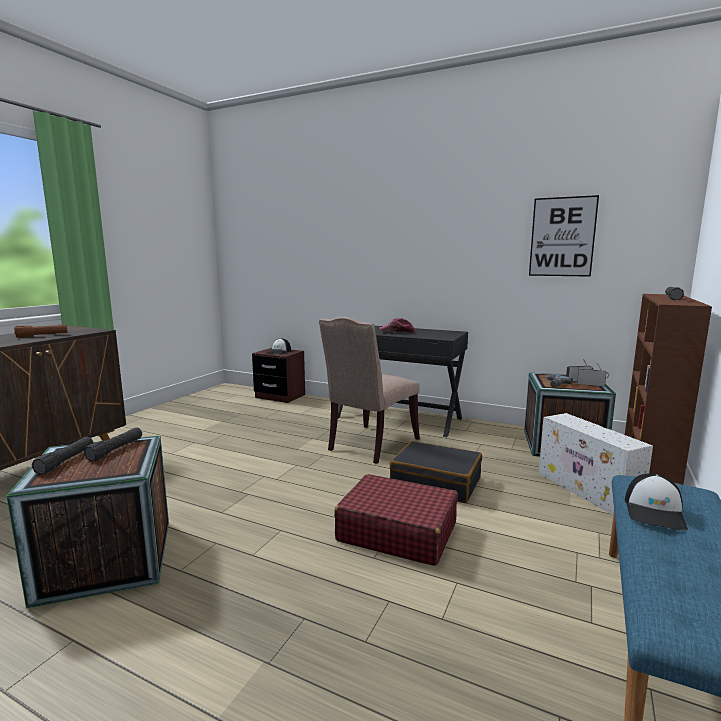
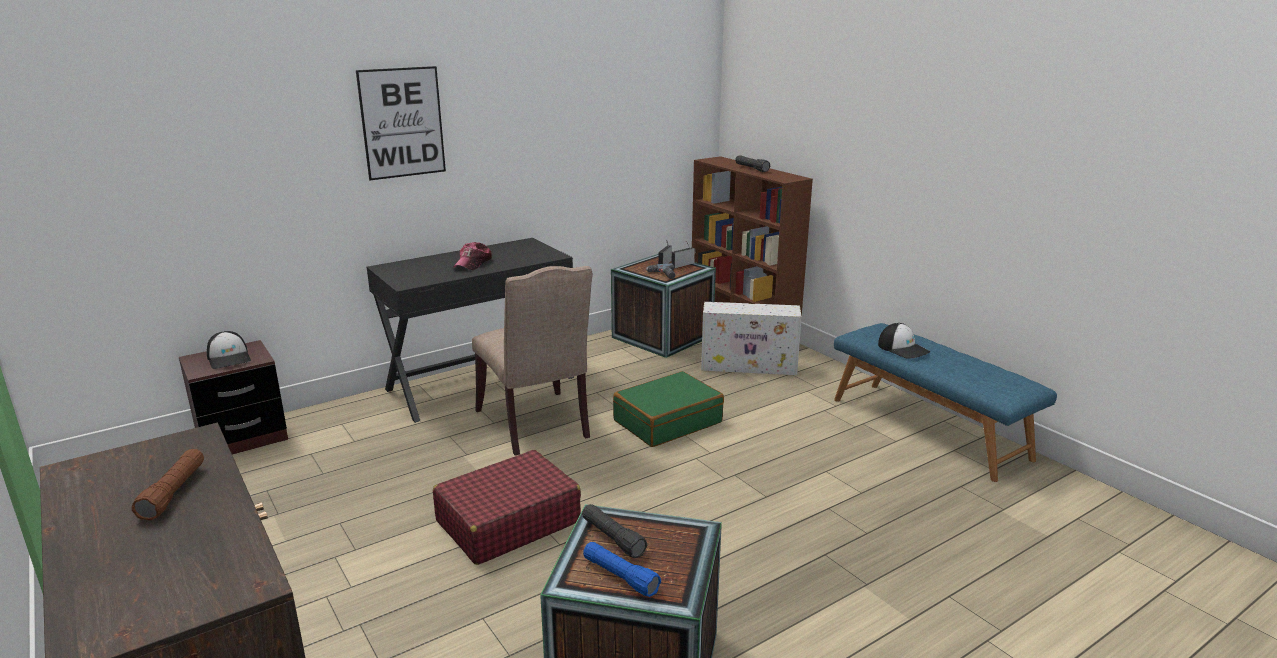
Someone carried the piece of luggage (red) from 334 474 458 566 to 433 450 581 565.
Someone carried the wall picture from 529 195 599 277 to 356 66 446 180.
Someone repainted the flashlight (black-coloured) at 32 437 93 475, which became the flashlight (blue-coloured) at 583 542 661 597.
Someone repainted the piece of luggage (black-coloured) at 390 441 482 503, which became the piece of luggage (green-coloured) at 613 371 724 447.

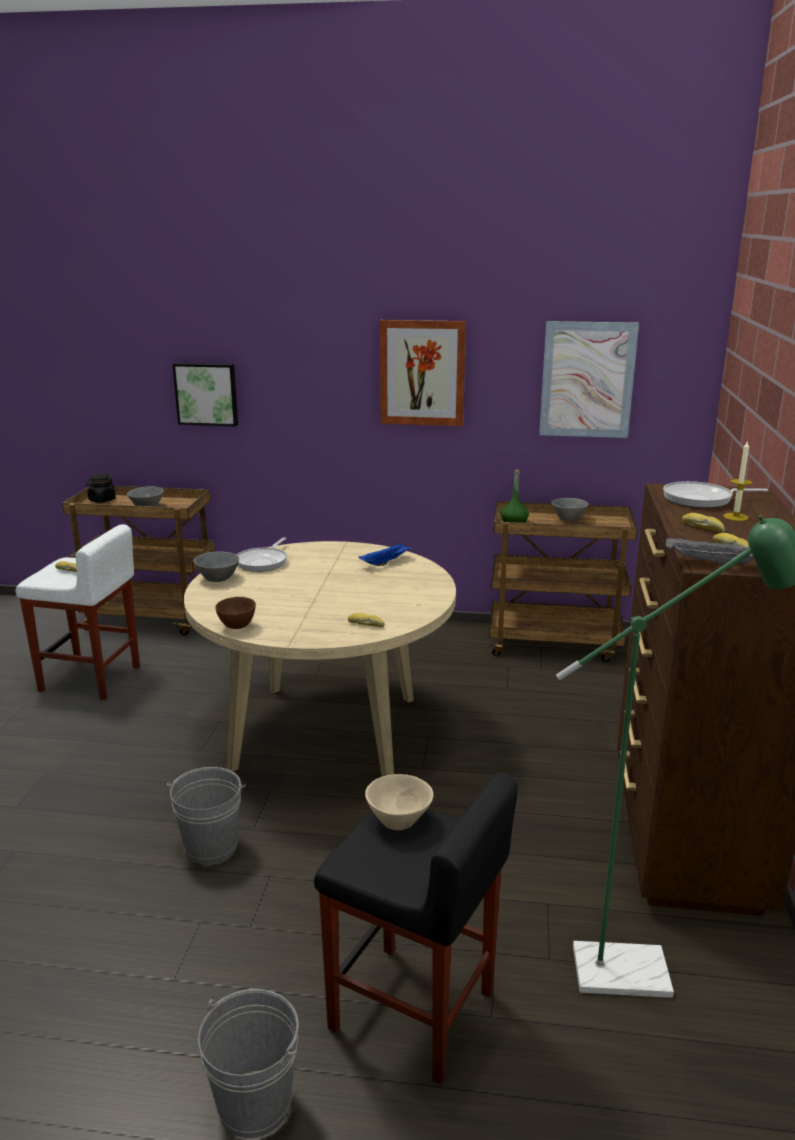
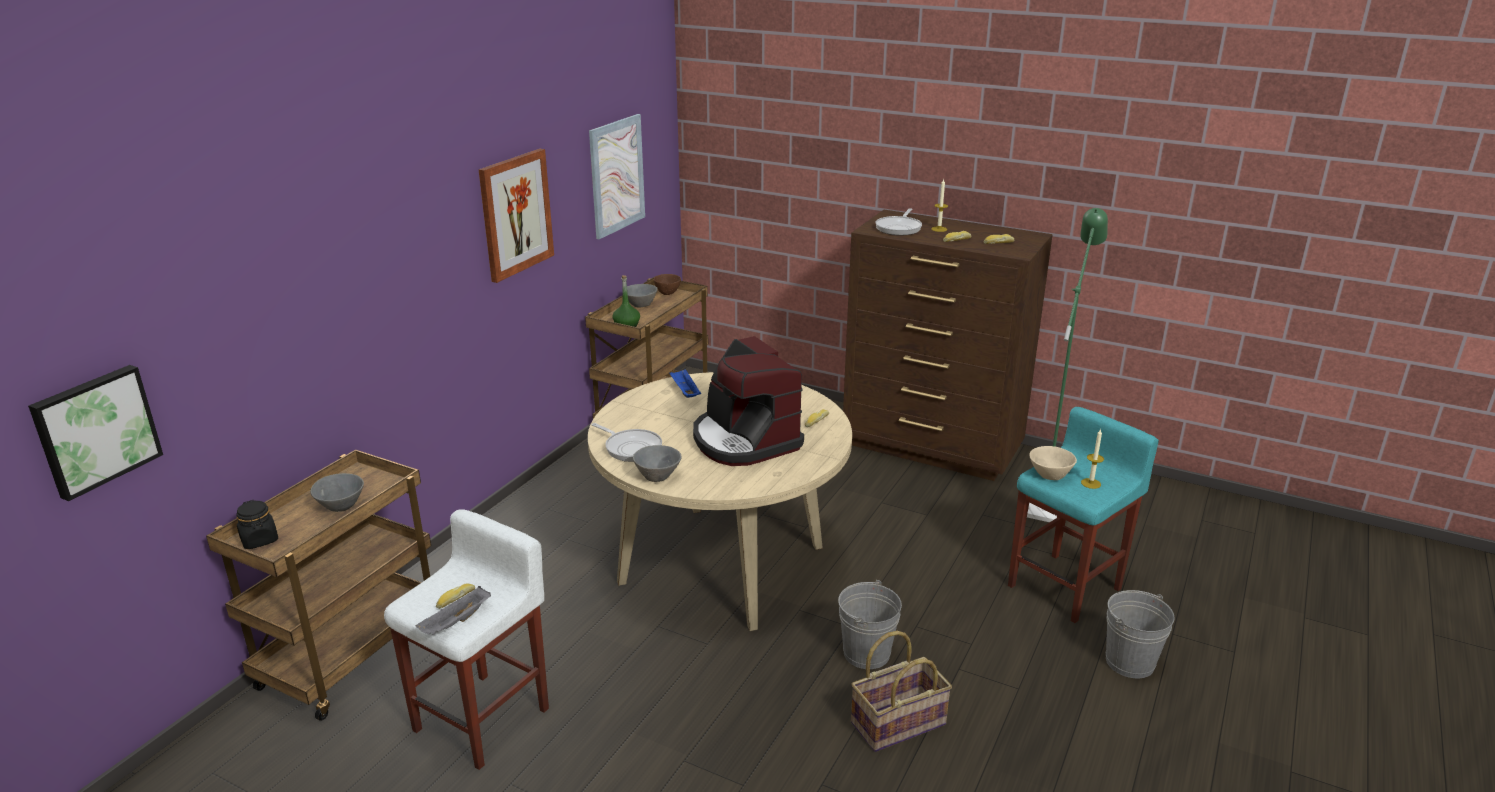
Someone put down the coffee brewer at 693 336 804 466.
Someone put down the basket at 851 631 952 752.
Someone put down the wax candle at 1081 429 1104 489.
Someone carried the wall picture from 172 363 238 427 to 28 365 163 501.
Someone carried the serving bowl (brown-coloured) from 215 597 256 629 to 654 274 681 295.
Someone carried the carrying tray (grey) from 666 537 753 567 to 416 586 491 635.
Someone repainted the sitting stool (black-coloured) at 314 772 518 1085, which became the sitting stool (turquoise) at 1008 407 1159 623.

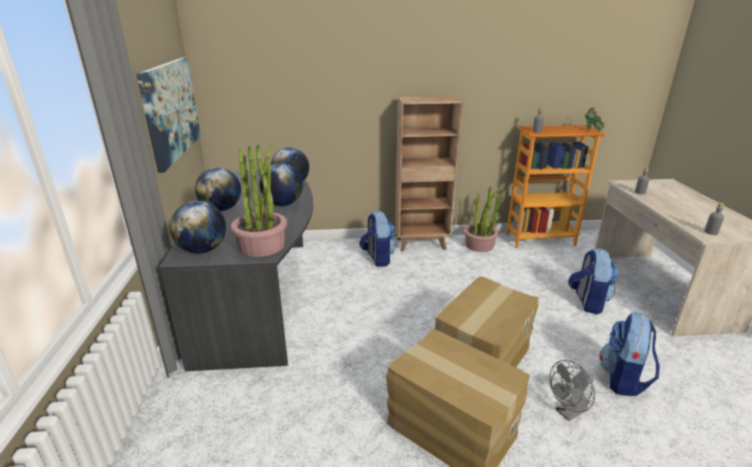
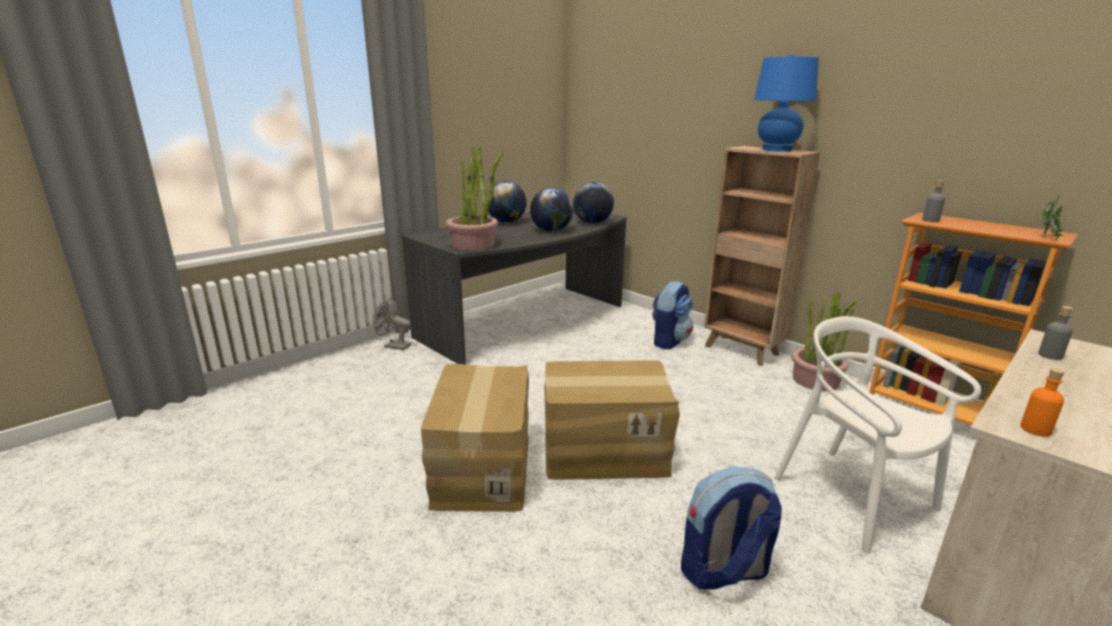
Someone took away the wall picture at 136 57 201 173.
Someone took away the desk globe at 170 201 226 253.
Someone put down the tabletop lamp (blue-coloured) at 754 54 819 152.
Someone carried the cooling fan (grey) from 550 360 595 421 to 373 298 411 350.
Someone swapped the backpack at 568 248 618 314 for the upright chair (white-coloured) at 775 316 981 553.
Someone repainted the drink bottle (grey) at 704 203 724 235, which became the drink bottle (orange) at 1020 368 1065 437.

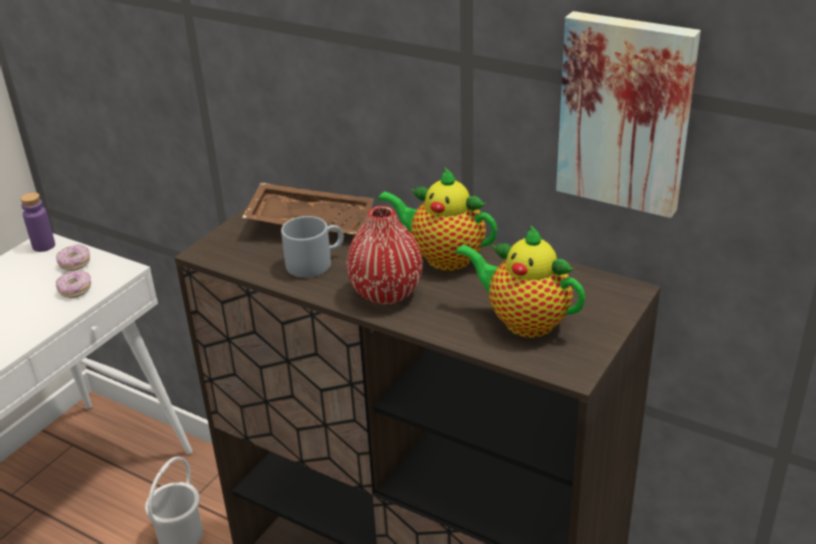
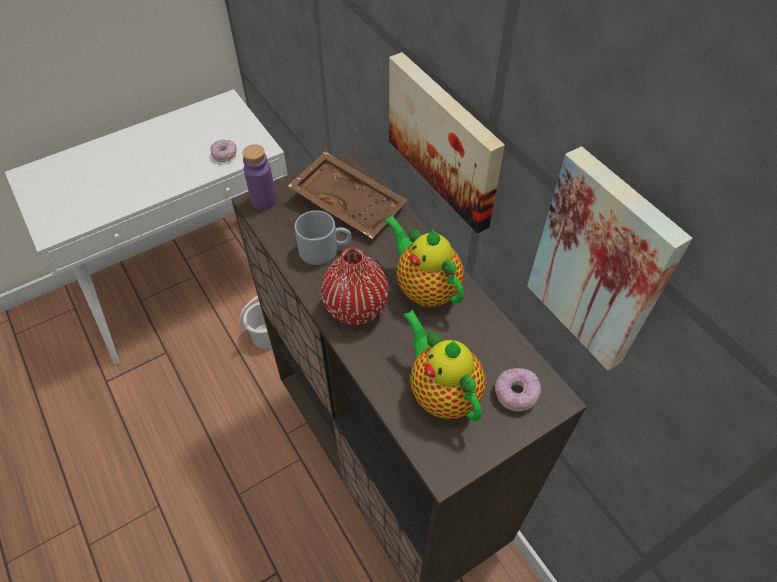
Someone put up the wall picture at 389 52 505 233.
Someone carried the drink bottle (purplish) from 20 192 55 252 to 242 144 276 210.
Someone carried the ring doughnut from 56 244 90 271 to 495 368 541 411.

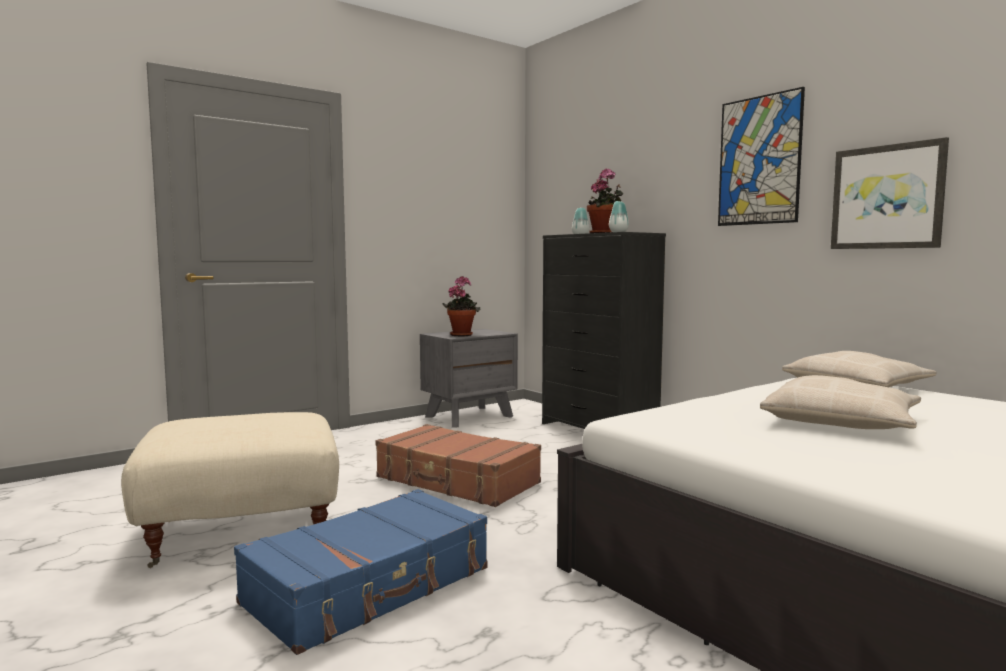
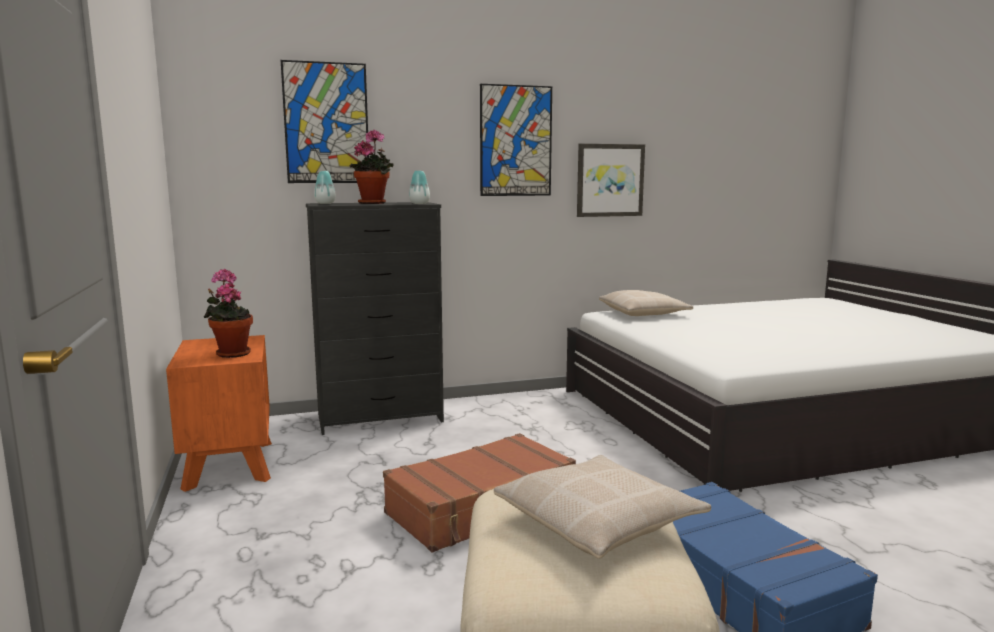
Someone put up the wall picture at 281 60 369 183.
Someone carried the cushion (sand-coloured) from 760 375 921 429 to 494 455 711 559.
Someone repainted the bedside table (grey) at 420 329 518 427, which became the bedside table (orange) at 166 335 272 492.

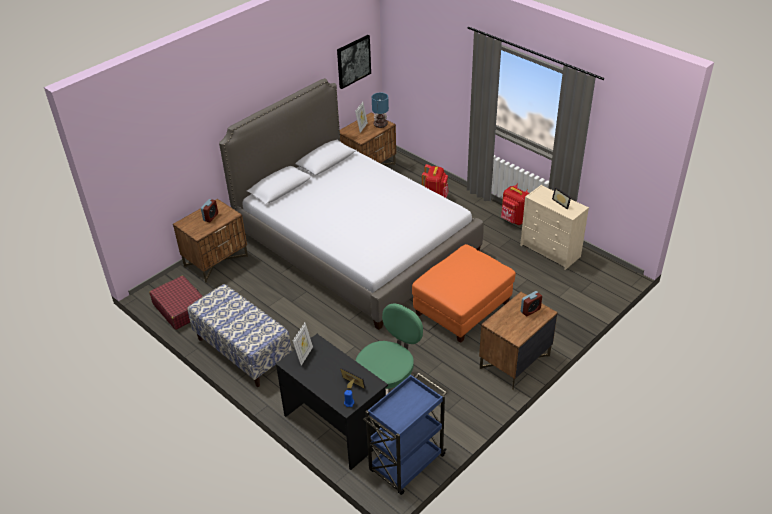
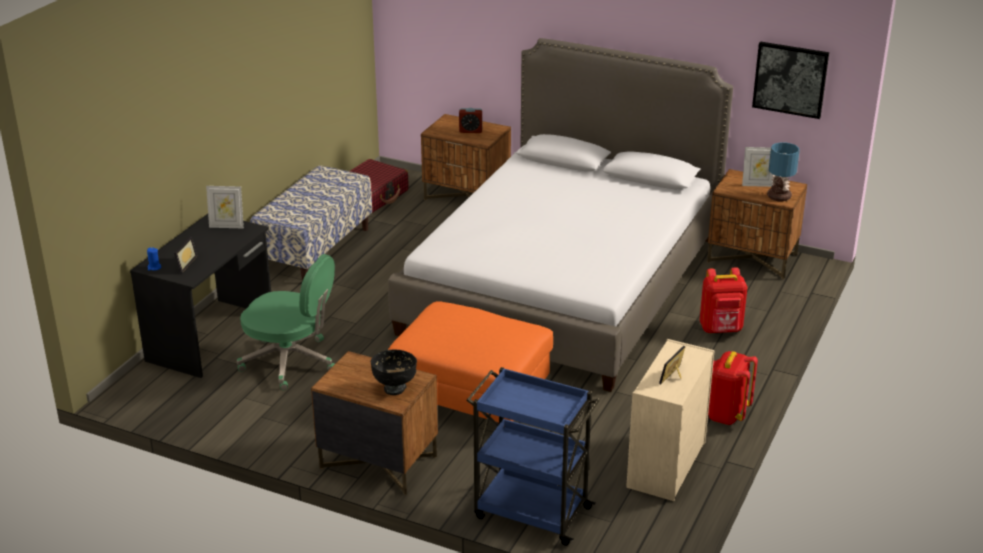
Someone carried the cart (blue-coloured) from 363 373 447 495 to 466 367 600 546.
Someone swapped the table clock at 521 291 542 316 for the serving bowl (black-coloured) at 371 349 417 395.

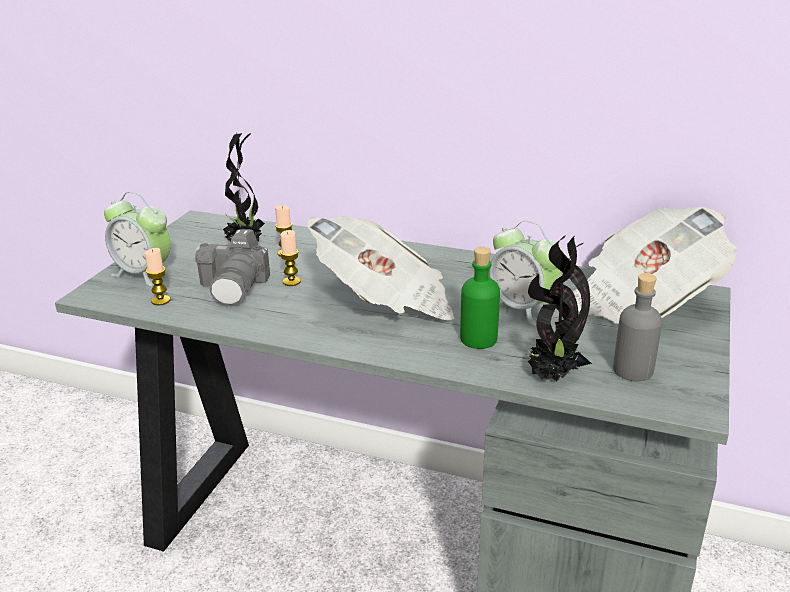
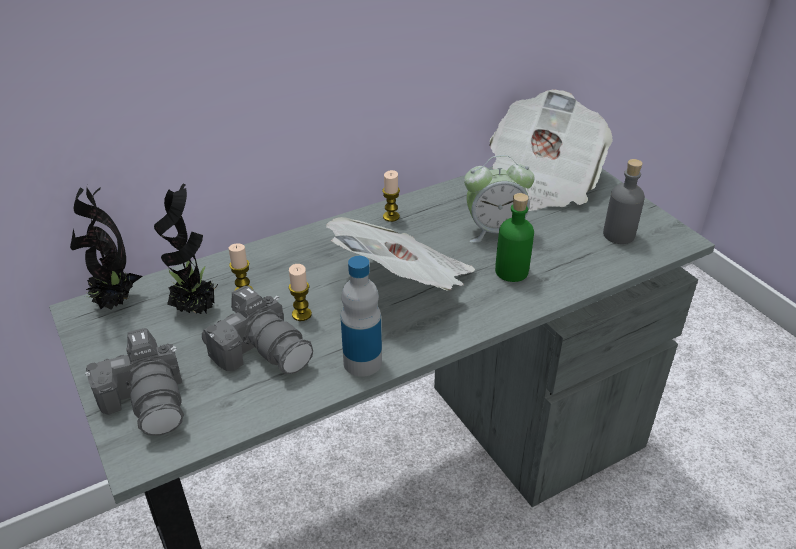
Someone put down the drink bottle at 341 256 382 377.
Someone carried the wax candle from 145 248 170 305 to 382 170 400 222.
Someone carried the plant in a pot from 528 235 592 381 to 70 187 143 310.
Someone swapped the table clock at 104 192 171 287 for the still camera at 85 328 184 436.

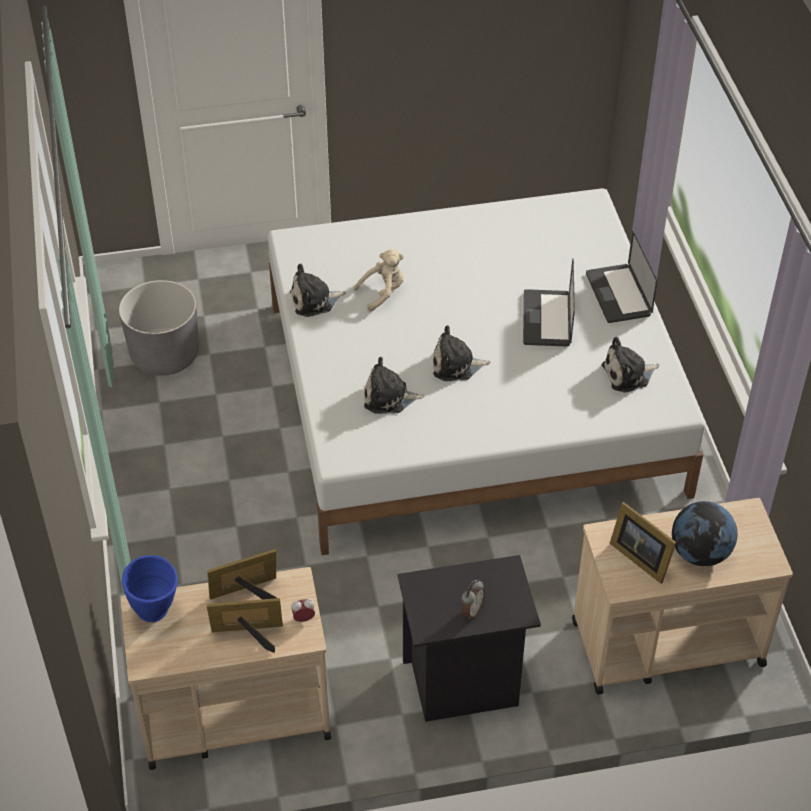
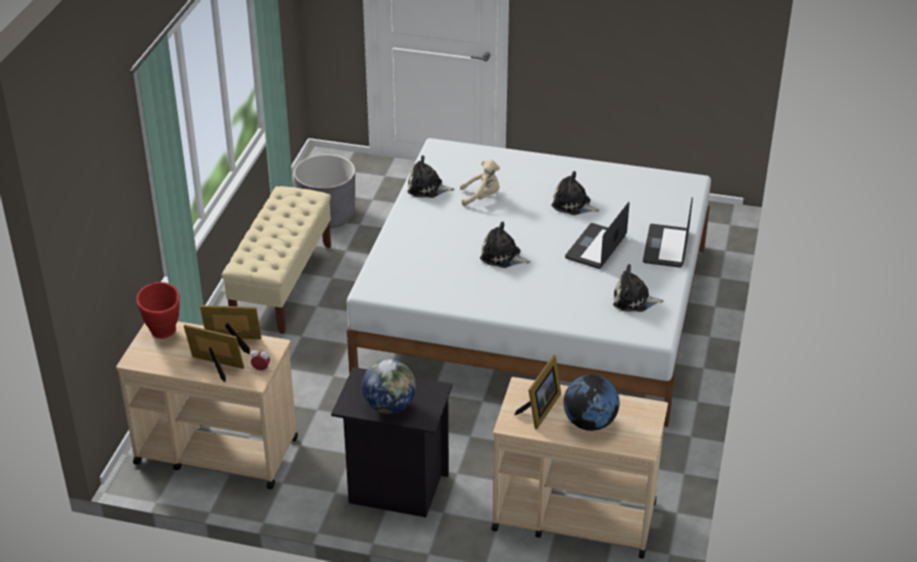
Someone put down the long seat (sand-coloured) at 222 186 331 334.
Someone carried the soft toy from 364 357 424 414 to 551 171 600 215.
Someone swapped the table clock at 462 580 485 619 for the desk globe at 362 359 416 414.
Someone repainted the decorative vase (blue-coloured) at 122 555 178 622, which became the decorative vase (red) at 136 282 180 339.
Someone rotated the standing frame at 610 502 676 584 by 135 degrees counterclockwise.

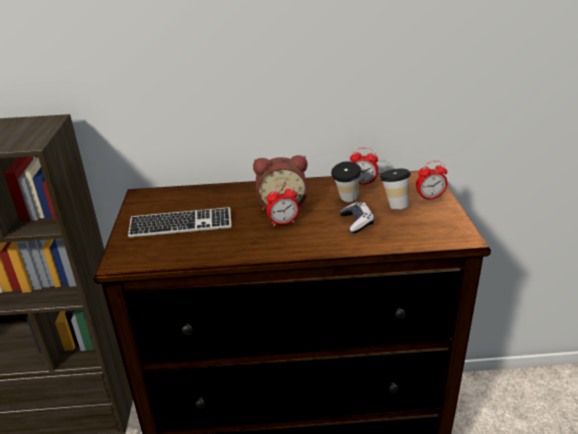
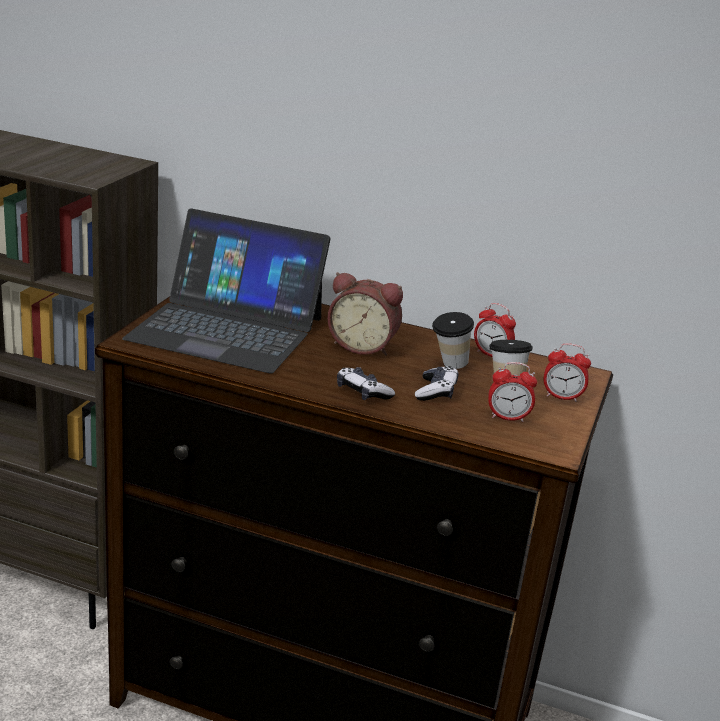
Someone put down the joypad at 337 367 395 400.
Someone carried the table clock from 266 184 299 226 to 488 362 537 422.
Someone swapped the PC keyboard at 128 207 232 237 for the laptop at 122 208 331 373.

